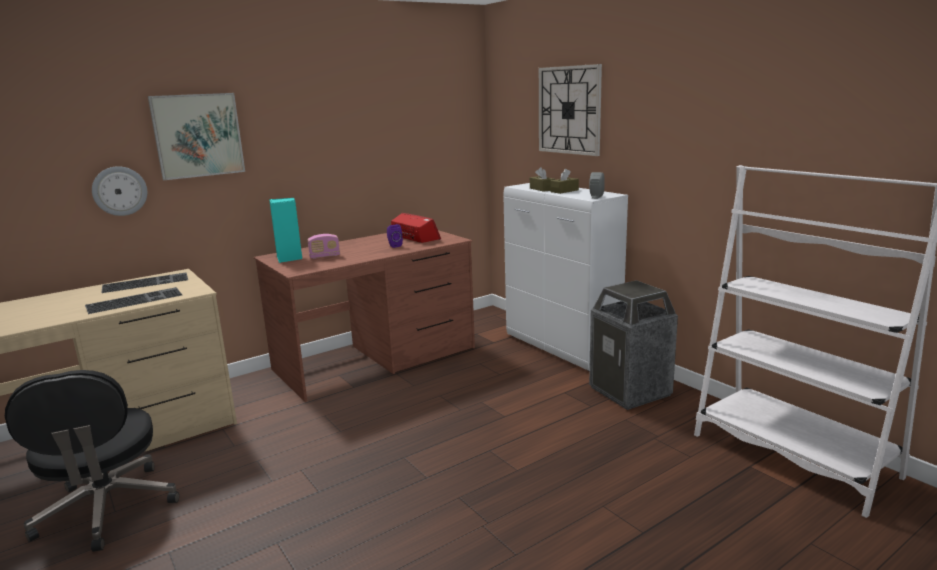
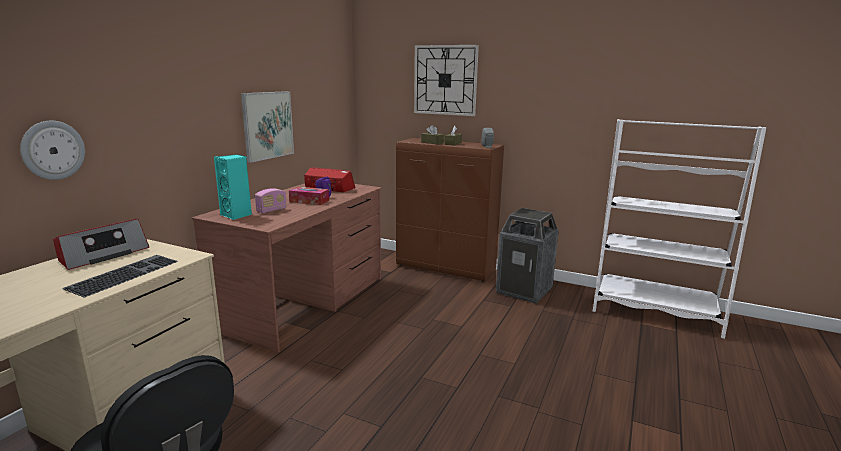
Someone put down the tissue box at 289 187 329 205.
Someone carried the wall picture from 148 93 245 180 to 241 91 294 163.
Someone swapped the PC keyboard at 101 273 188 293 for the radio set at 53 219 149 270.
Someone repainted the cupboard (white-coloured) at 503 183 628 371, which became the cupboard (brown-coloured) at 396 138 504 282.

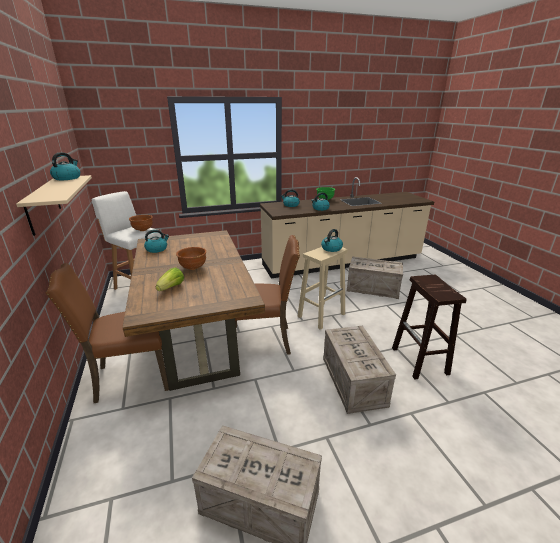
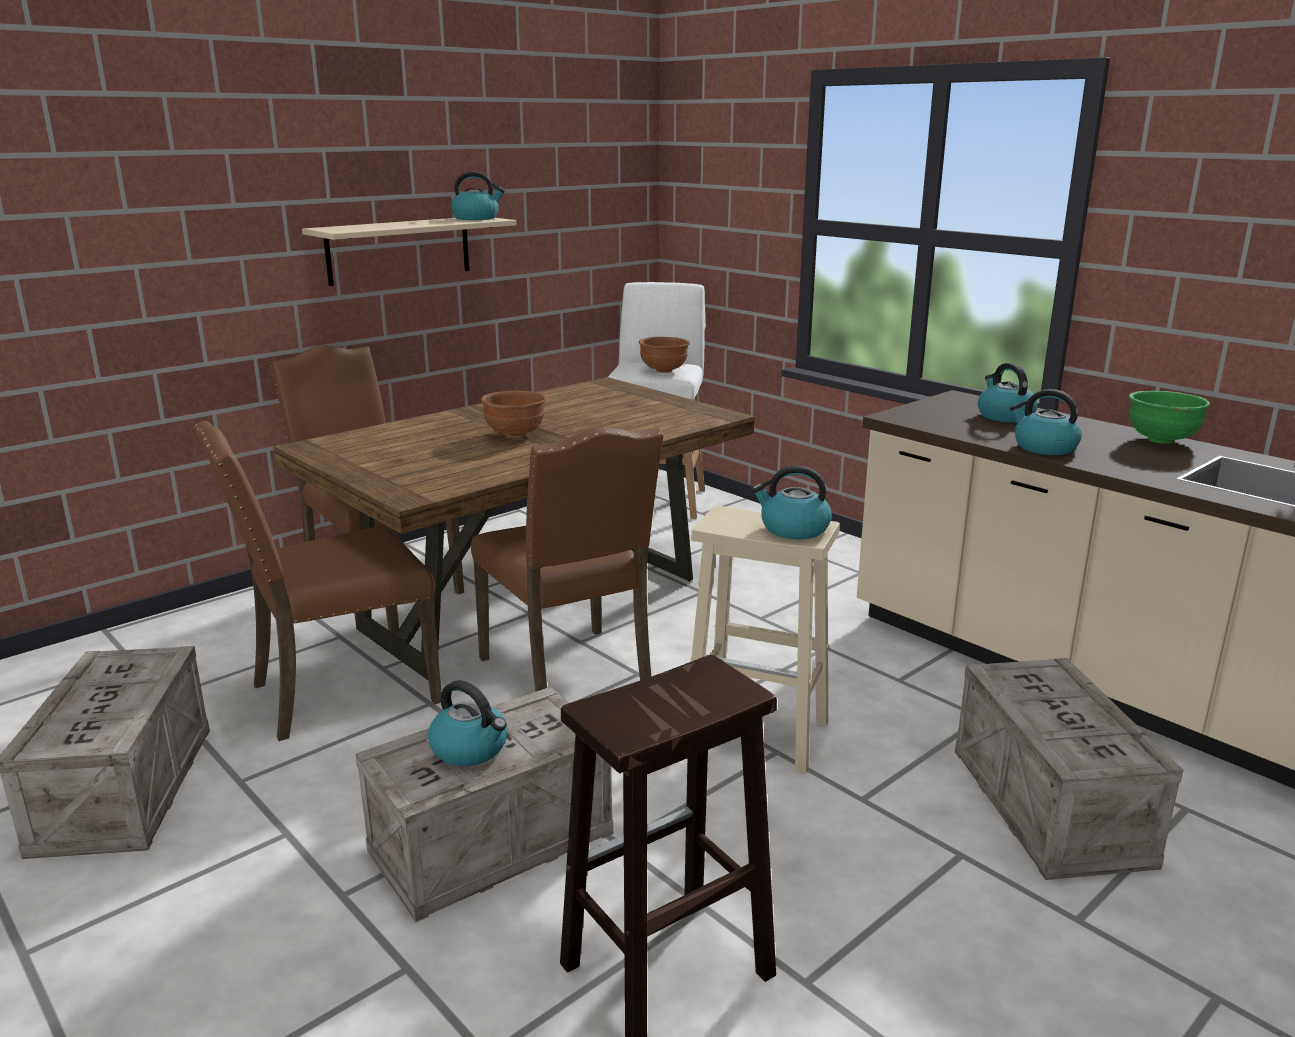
Someone took away the head of lettuce at 156 268 184 291.
Someone put down the upright chair (brown-coloured) at 194 421 441 741.
Someone carried the kettle from 144 229 169 253 to 428 680 508 766.

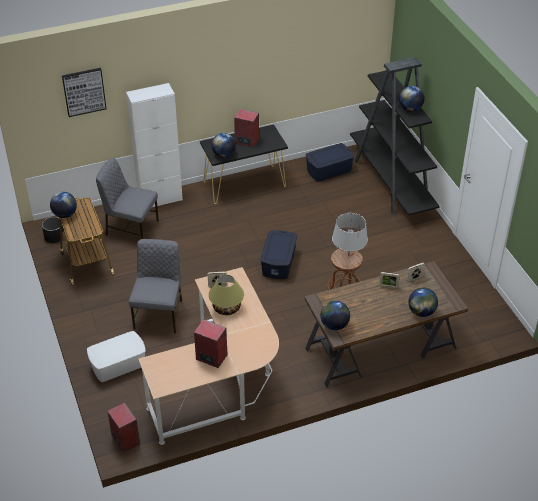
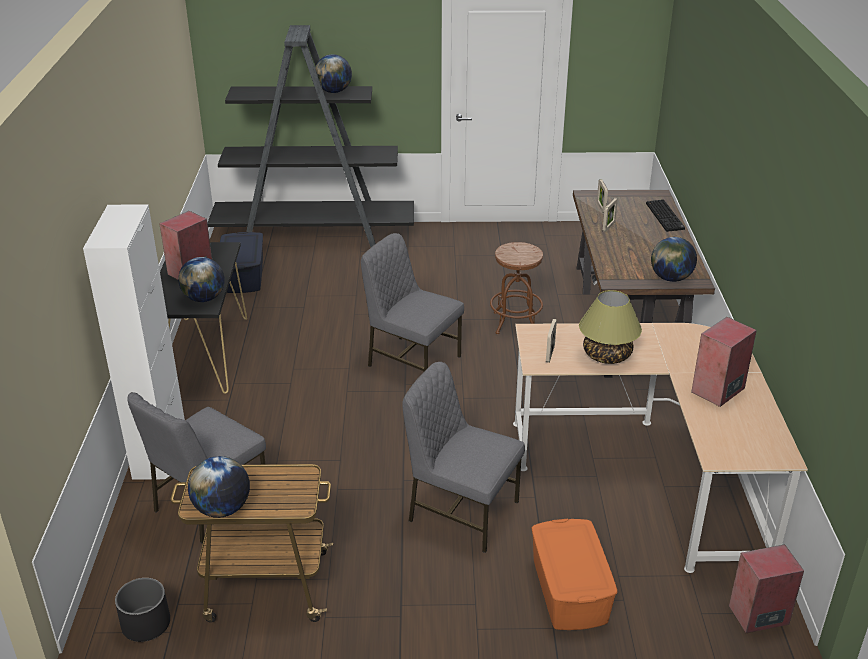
Someone took away the wall picture at 62 68 106 117.
Someone took away the tabletop lamp (grey) at 332 213 368 256.
Someone swapped the storage bin (blue-coloured) at 260 230 297 279 for the upright chair (grey) at 361 233 464 371.
Someone swapped the desk globe at 408 288 438 317 for the PC keyboard at 646 200 685 232.
Someone repainted the storage bin (white-coloured) at 87 331 146 382, which became the storage bin (orange) at 531 519 618 630.

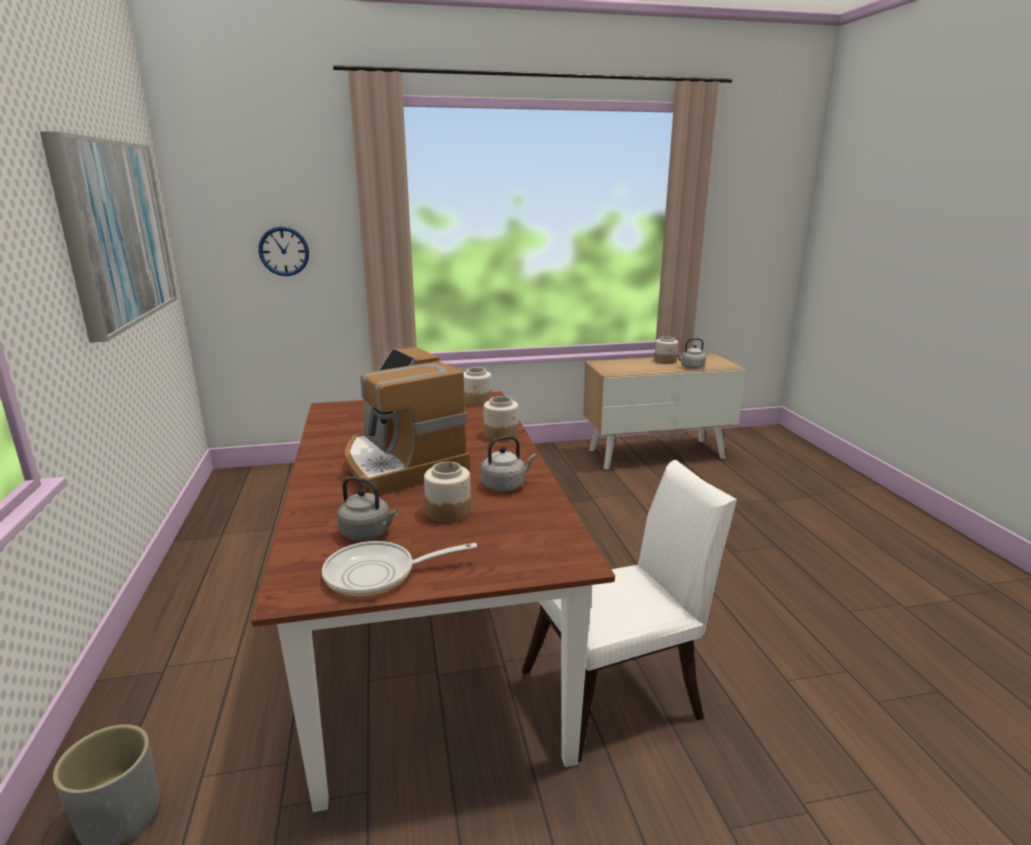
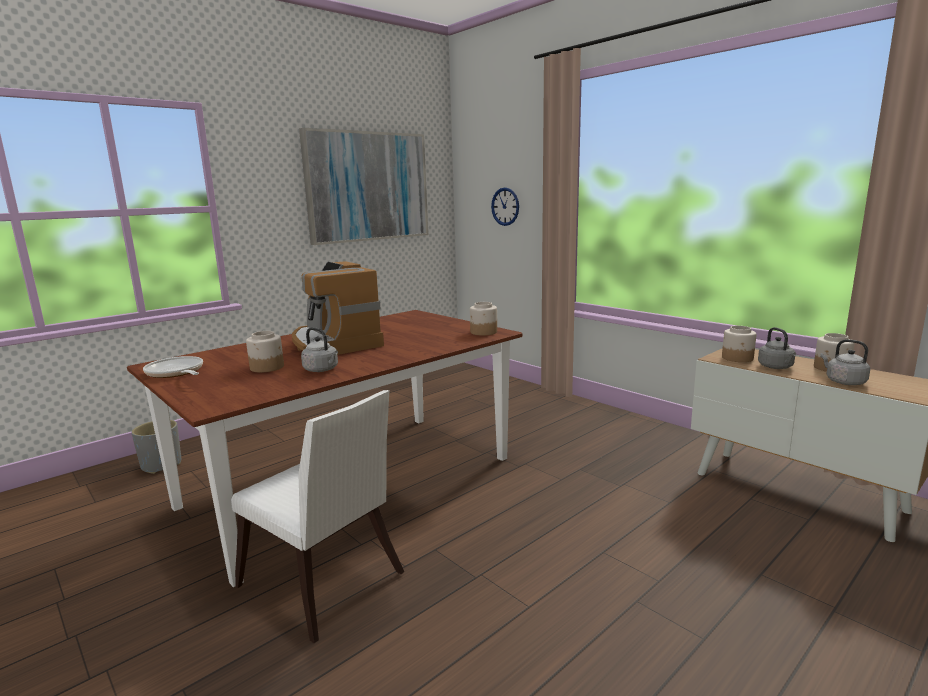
Someone carried the kettle (grey) from 337 476 398 541 to 758 327 796 369.
Someone carried the preserve jar from 484 396 519 441 to 722 326 756 362.
Someone rotated the coffee brewer at 345 347 470 496 by 60 degrees counterclockwise.

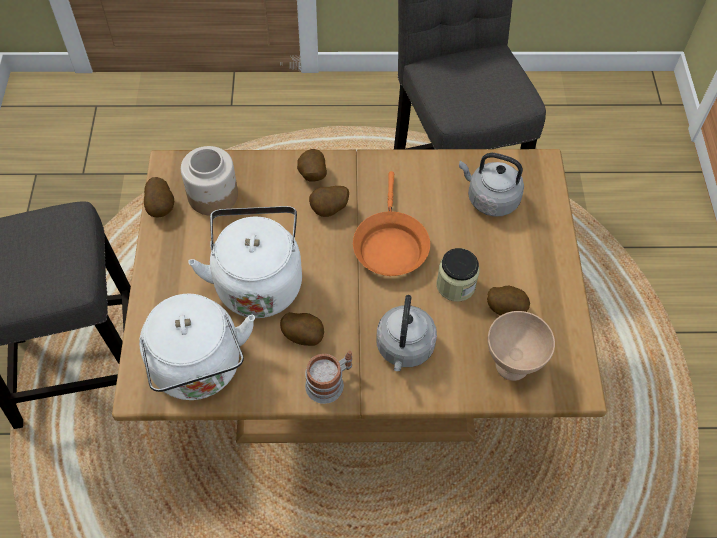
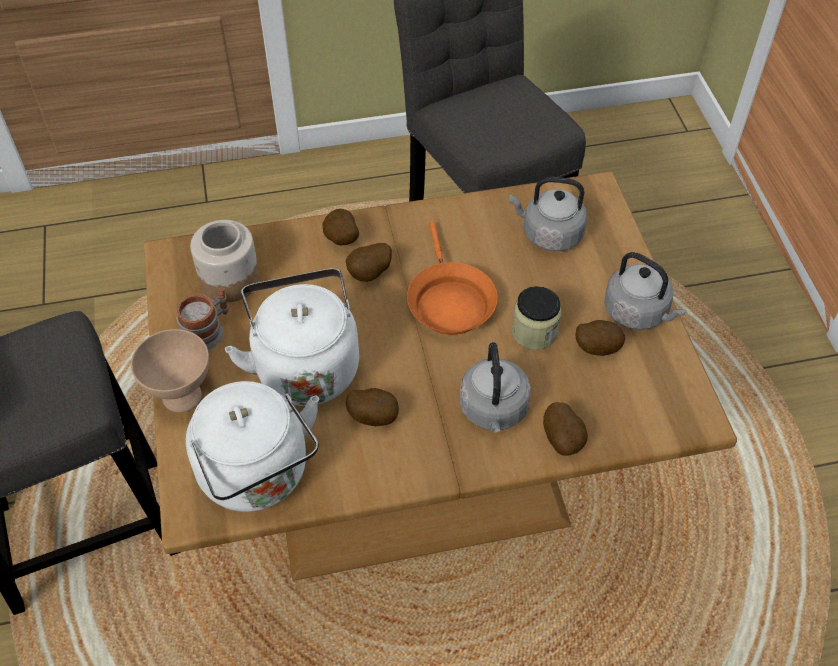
Someone put down the kettle (grey) at 604 252 686 330.
Someone carried the whole potato from 144 177 174 218 to 543 402 588 456.
Someone carried the mug from 305 350 352 404 to 176 288 229 350.
Someone carried the serving bowl (sand-coloured) from 488 311 555 381 to 131 329 209 413.

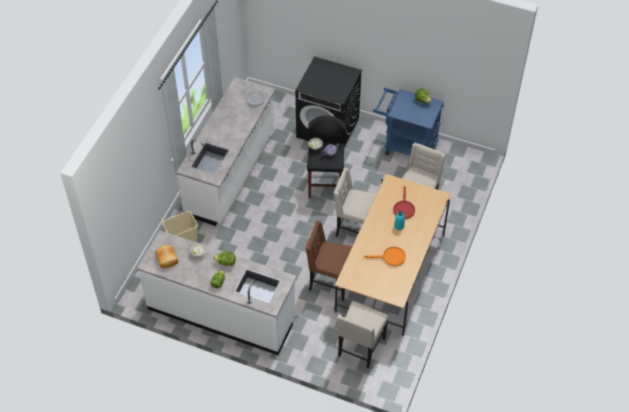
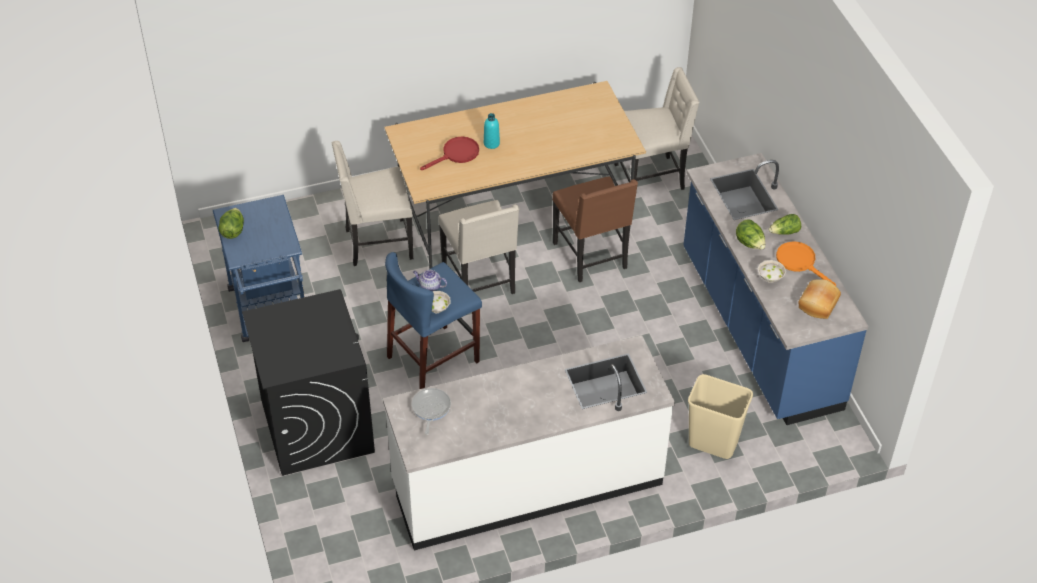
Someone carried the skillet (orange) from 364 247 406 266 to 776 241 836 286.
Someone repainted the counter (white-coloured) at 137 230 297 355, which became the counter (blue-coloured) at 683 153 868 425.
Someone repainted the sitting stool (black-coloured) at 307 115 346 199, which became the sitting stool (blue-coloured) at 385 252 482 389.

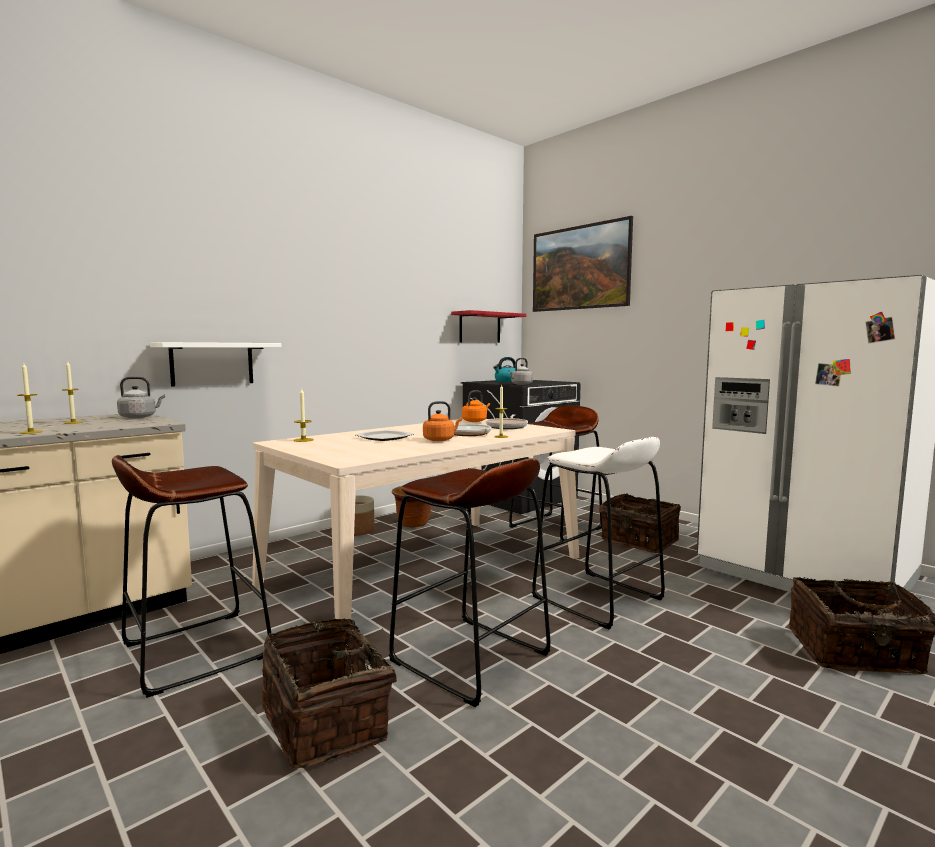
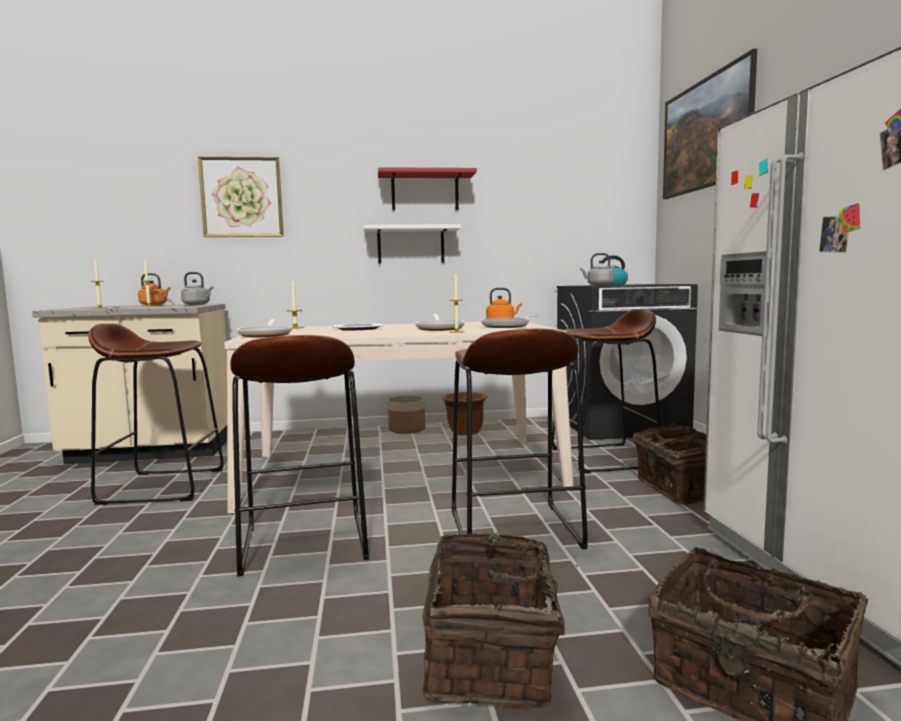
Someone put up the wall picture at 198 157 284 237.
Someone put down the skillet at 237 319 292 337.
Someone carried the wall shelf (white-coloured) from 150 342 282 387 to 363 224 461 264.
Someone carried the basket from 262 618 397 768 to 422 532 578 709.
Someone carried the kettle (orange) from 423 401 462 441 to 138 273 171 305.
Someone carried the wall shelf (red) from 451 310 526 343 to 378 167 477 210.
Someone repainted the sitting stool (white-coloured) at 532 437 665 630, which became the sitting stool (brown-coloured) at 452 329 588 549.

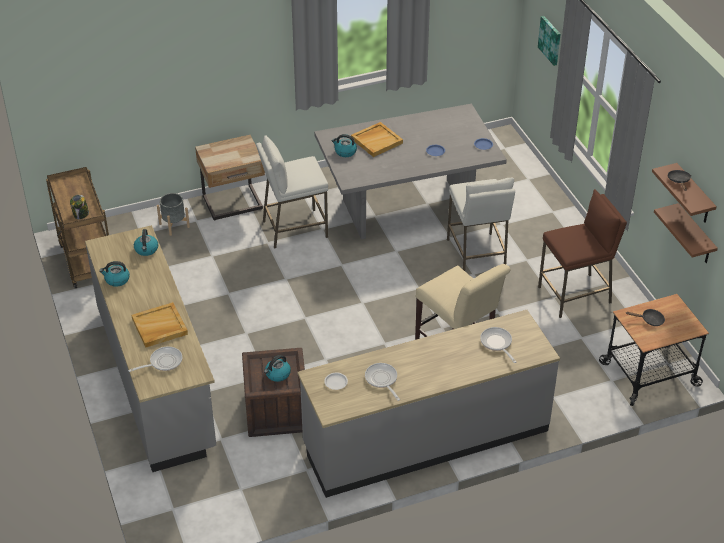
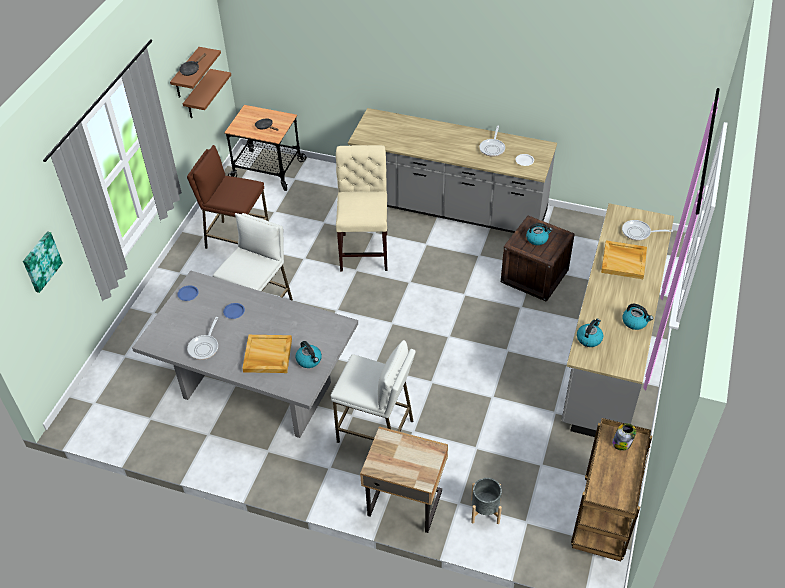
Someone carried the skillet from 480 327 516 363 to 187 317 218 360.

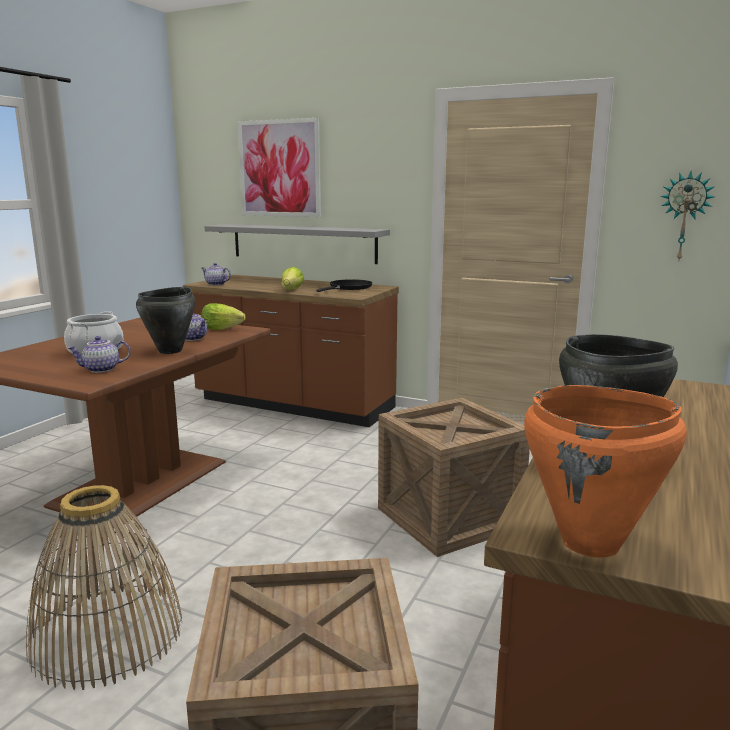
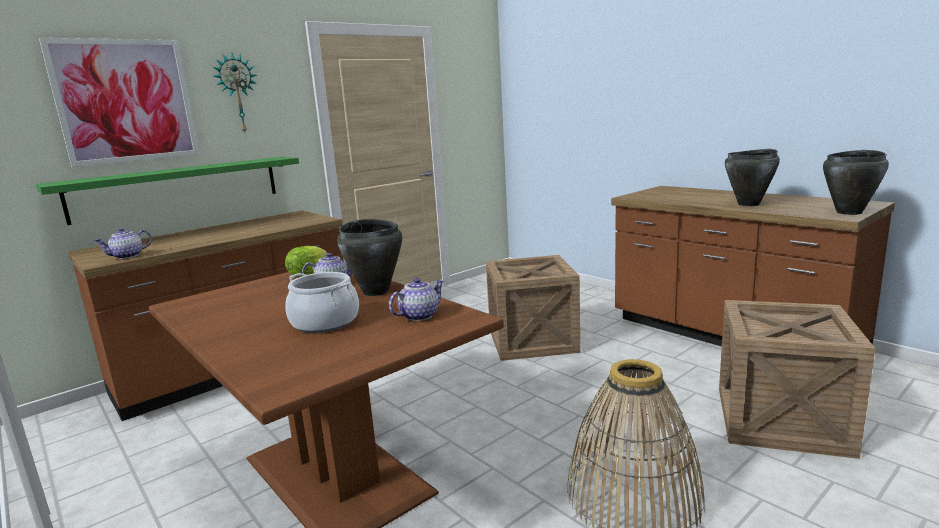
Someone took away the head of lettuce at 281 267 304 290.
Someone took away the skillet (black-coloured) at 316 279 372 292.
Someone carried the wall clock from 660 171 715 260 to 213 53 257 133.
Someone repainted the wall shelf (grey) at 204 224 390 264, which became the wall shelf (green-coloured) at 36 157 299 225.
Someone repainted the saucepot (orange) at 524 385 687 558, which became the saucepot (black-coloured) at 823 150 889 215.
Someone rotated the pot for tea at 68 336 131 373 by 135 degrees counterclockwise.

